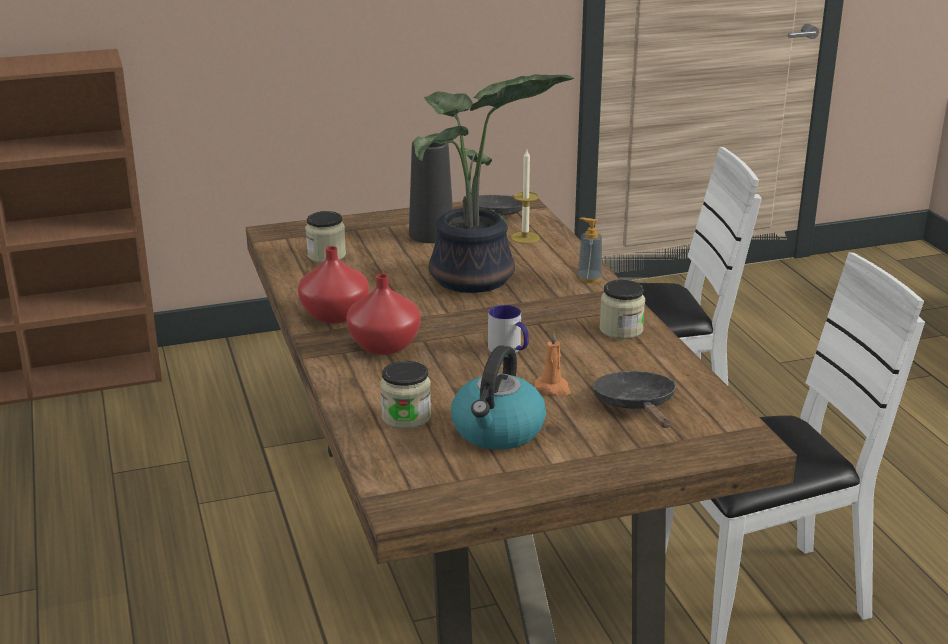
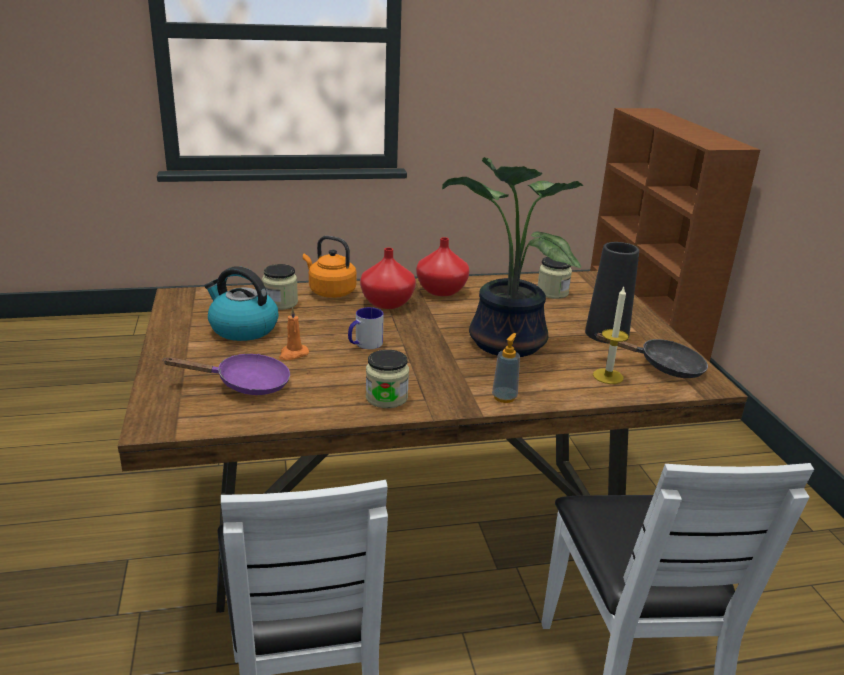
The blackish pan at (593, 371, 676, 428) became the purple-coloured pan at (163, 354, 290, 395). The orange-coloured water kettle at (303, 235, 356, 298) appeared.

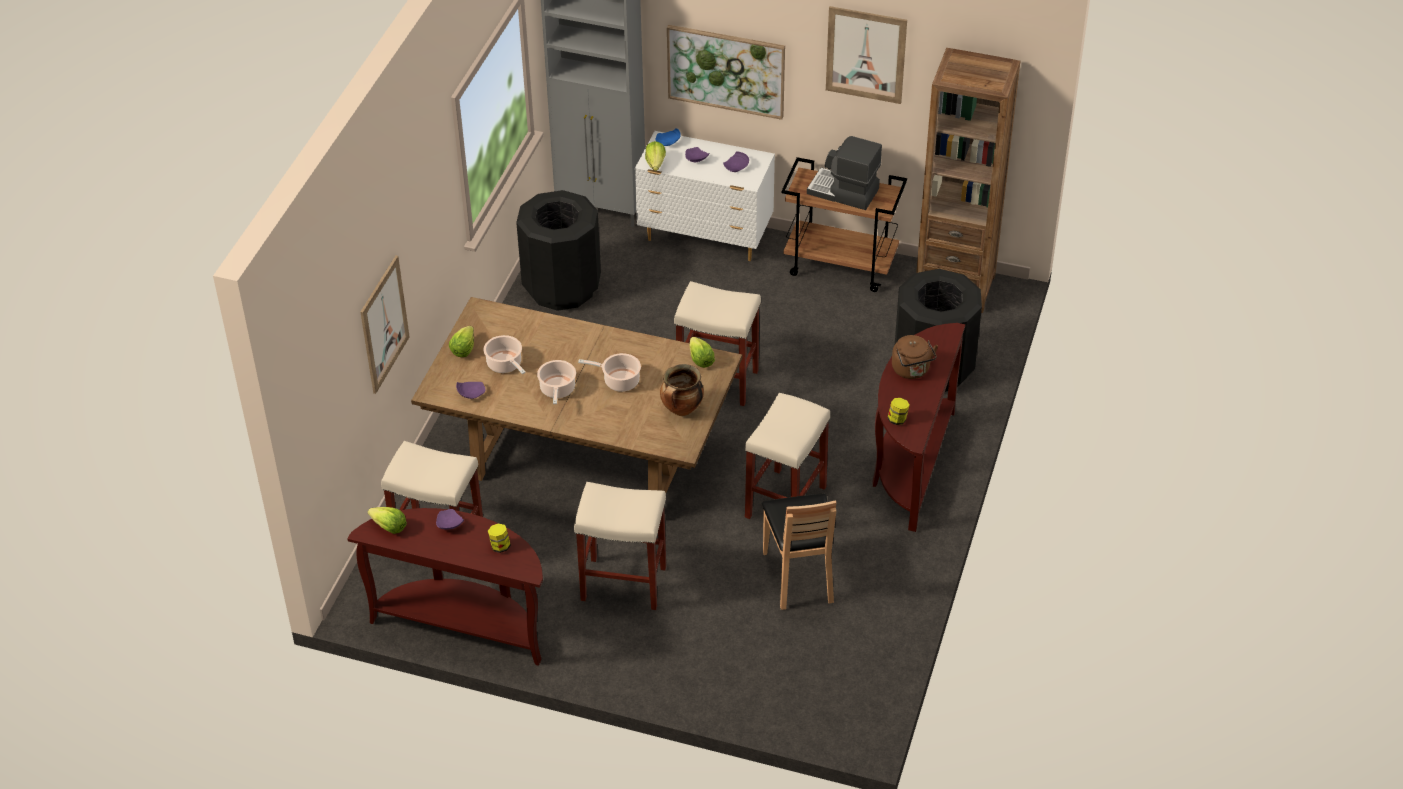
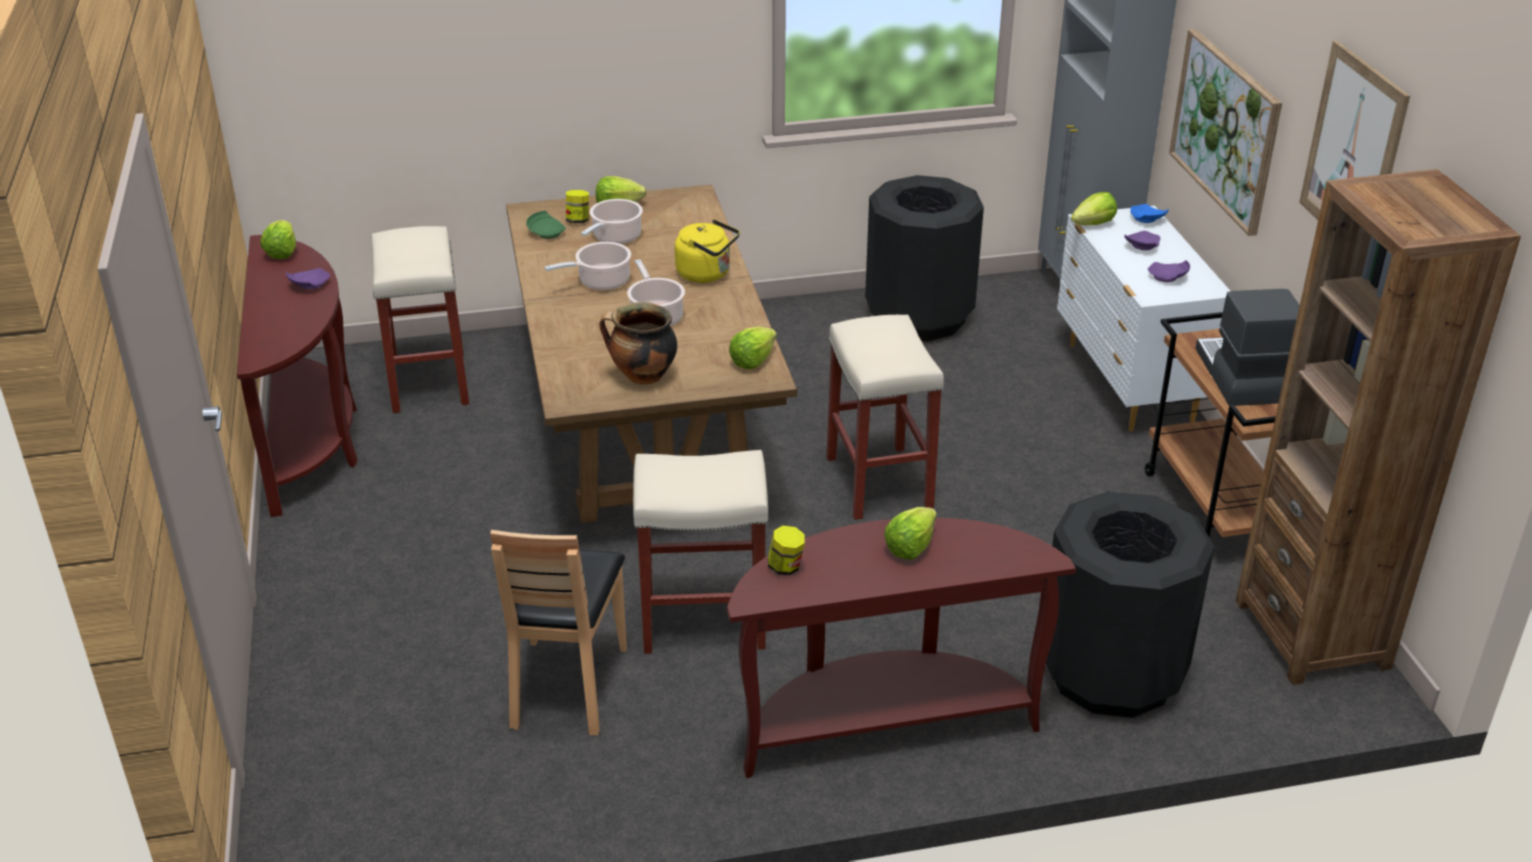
The wall art at (360, 255, 410, 394) disappeared. The purple-coloured plate at (456, 382, 486, 399) became the green plate at (526, 211, 566, 239). The preserve jar moved from (488, 524, 511, 553) to (566, 190, 589, 223). The beige-coloured stool at (574, 482, 666, 610) disappeared. The brownish chair at (762, 494, 836, 610) turned 45 degrees counterclockwise. The brownish water kettle at (892, 335, 938, 379) was replaced by the lettuce at (884, 507, 937, 560). The yellow water kettle at (675, 219, 740, 283) appeared.

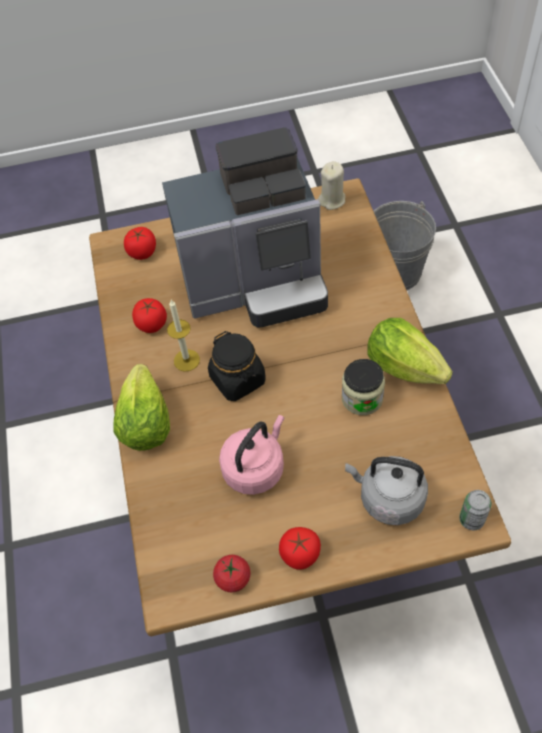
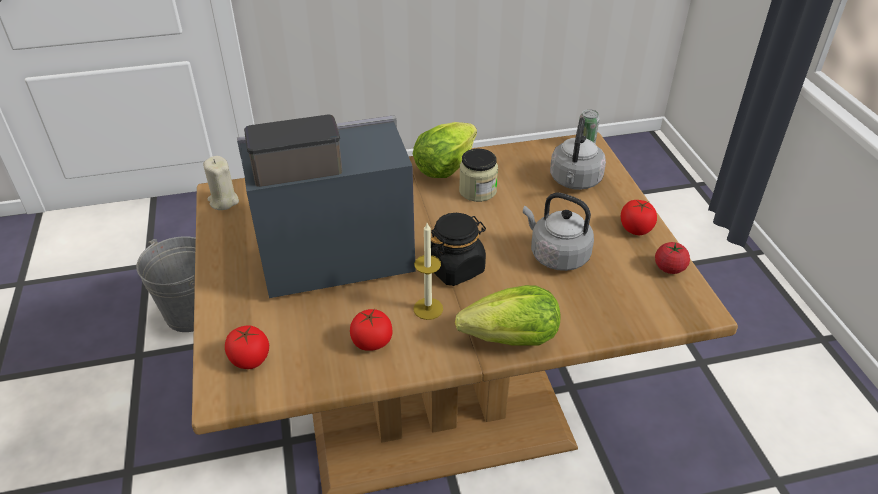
The coffee machine at (162, 127, 328, 327) turned 90 degrees counterclockwise. The pinkish water kettle at (219, 415, 285, 495) became the grey water kettle at (523, 193, 594, 271).

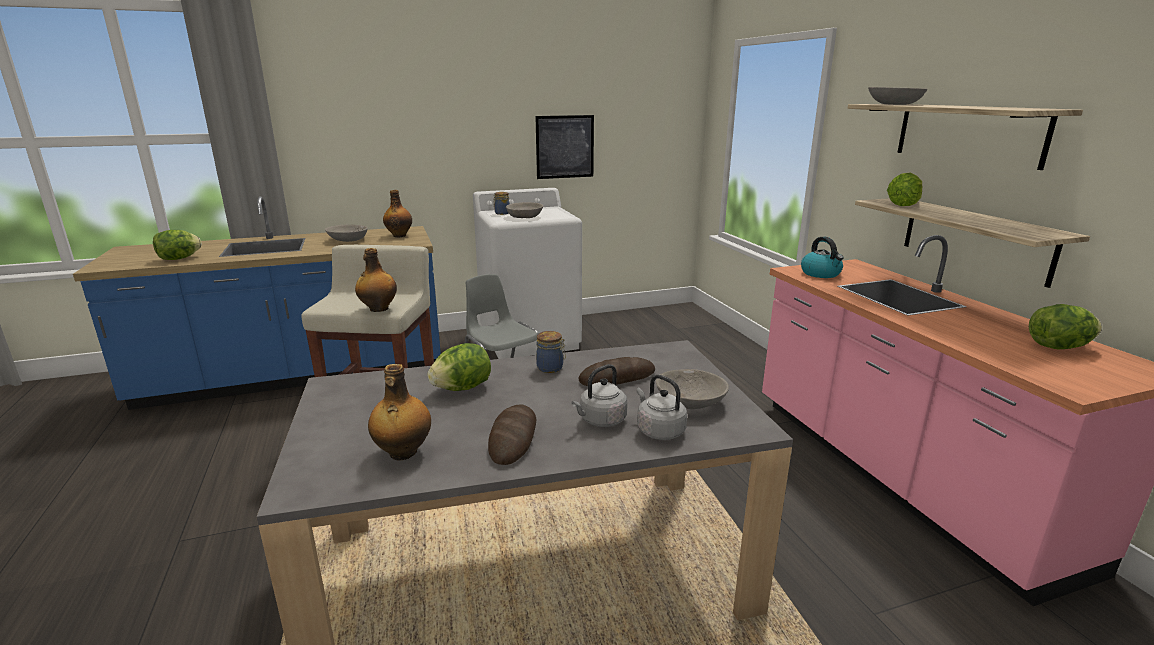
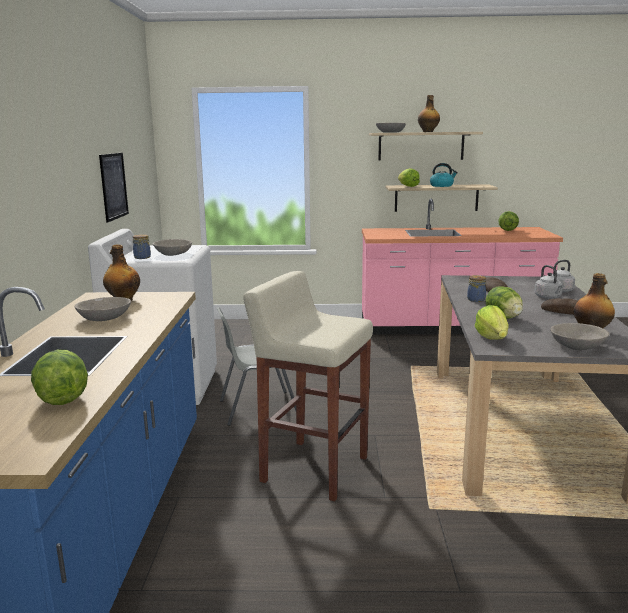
The bottle moved from (355, 248, 397, 312) to (418, 95, 440, 132). The grey deep dish moved from (656, 369, 729, 409) to (550, 323, 609, 350). The water kettle moved from (801, 237, 844, 278) to (430, 163, 458, 187). The lettuce at (475, 305, 509, 340) appeared.

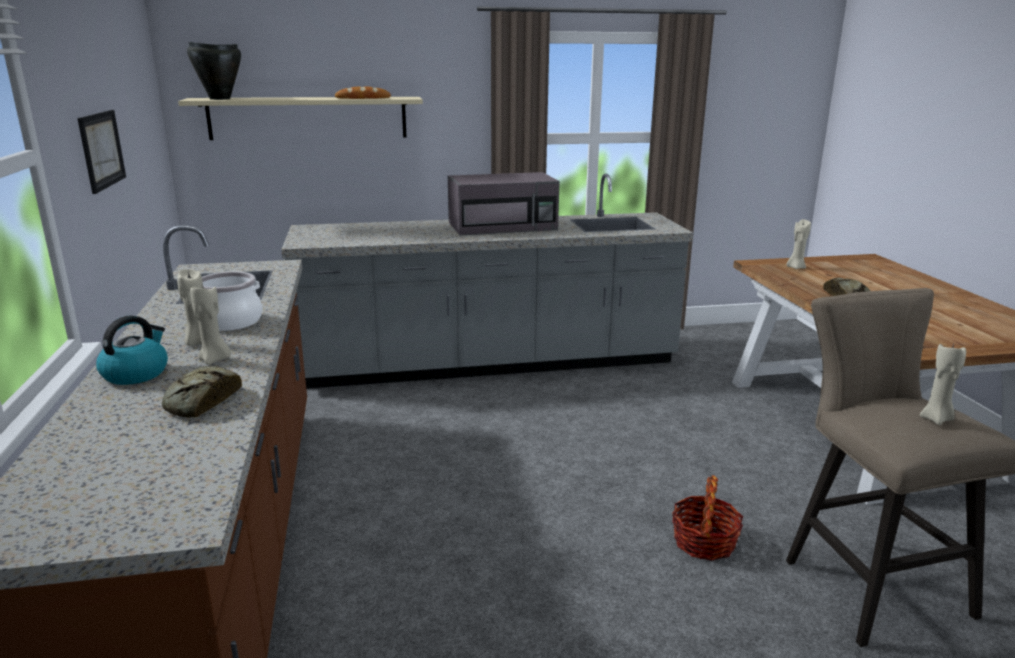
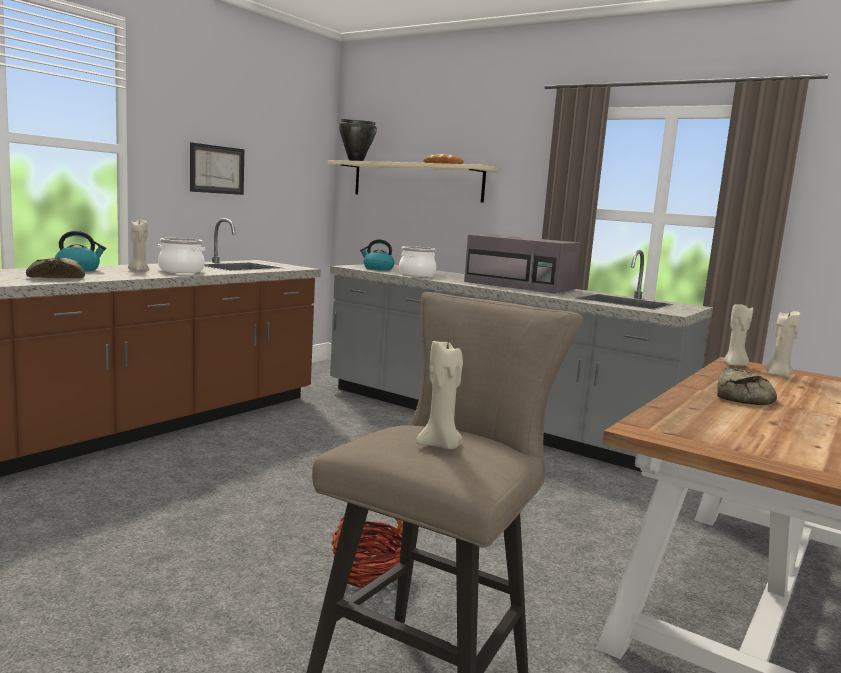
The beige-coloured wax candle moved from (190, 283, 231, 365) to (723, 304, 753, 366). The water kettle at (360, 239, 395, 271) appeared. The cooking pot at (399, 246, 436, 276) appeared.

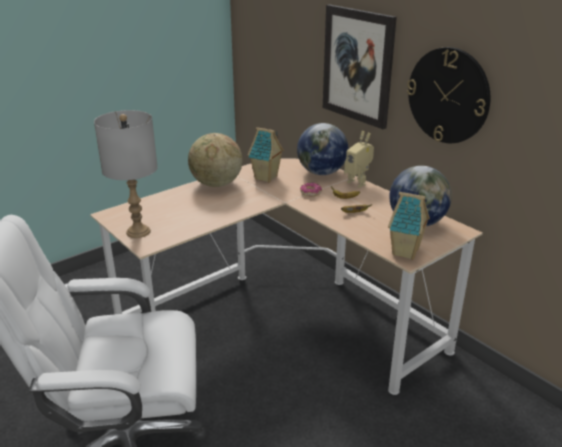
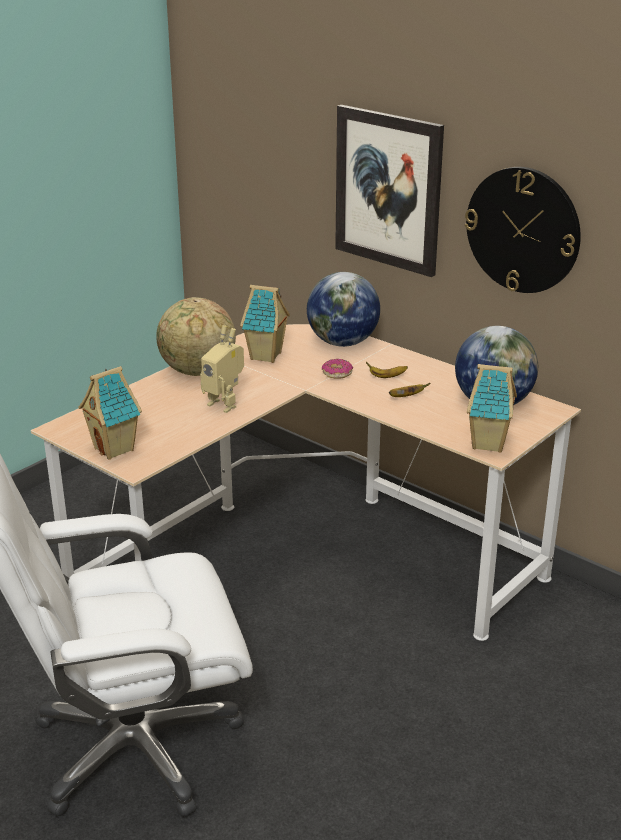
The grey lamp for a table at (94, 110, 158, 238) was replaced by the miniature house at (78, 366, 142, 459). The robot figure moved from (344, 131, 374, 188) to (200, 325, 244, 413).

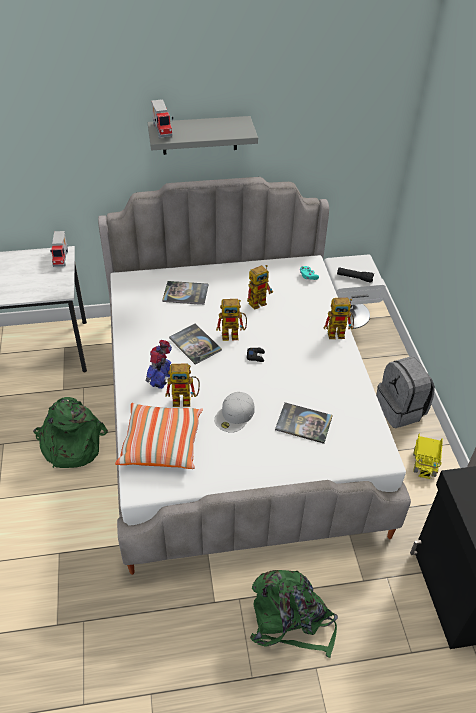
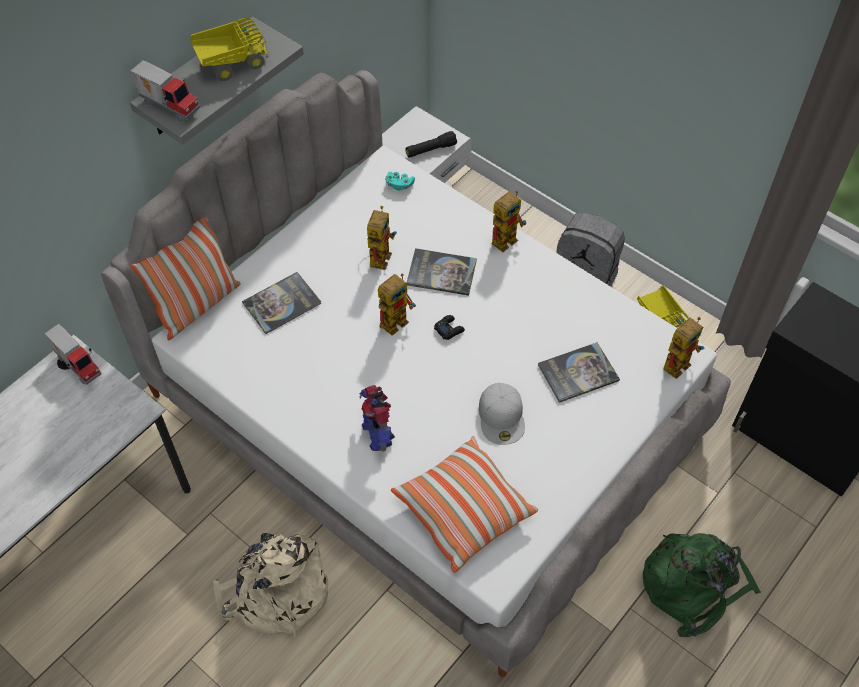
The green rucksack at (33, 397, 108, 468) became the beige-coloured rucksack at (213, 533, 328, 637). The robot figure moved from (165, 363, 200, 407) to (663, 317, 704, 379). The book moved from (169, 323, 222, 365) to (407, 248, 477, 296). The pillow at (130, 217, 241, 340) appeared. The model truck at (190, 18, 268, 81) appeared.

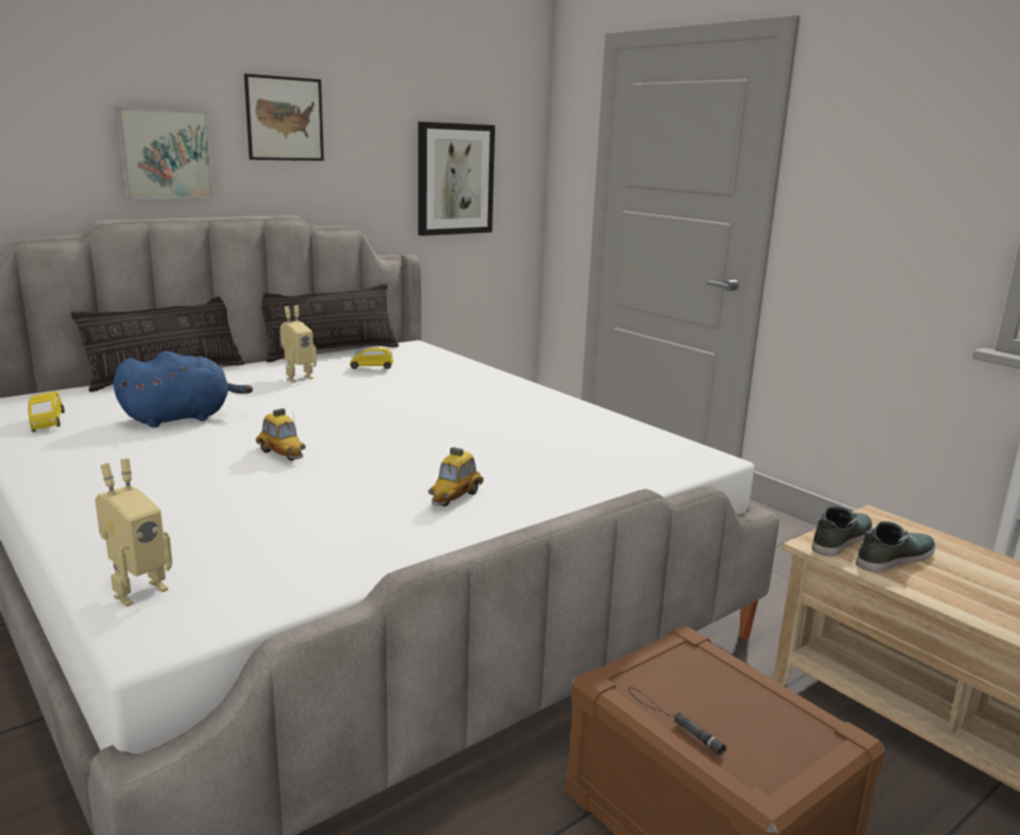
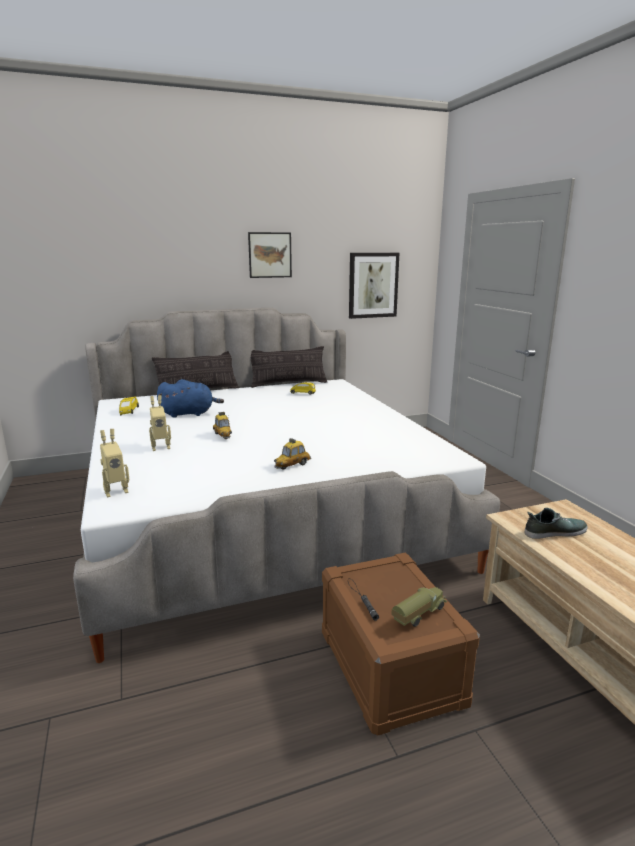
The wall art at (114, 107, 214, 199) disappeared. The robot figure moved from (280, 305, 317, 382) to (149, 395, 171, 451). The item of footwear at (812, 506, 873, 557) disappeared. The model truck at (391, 587, 447, 627) appeared.

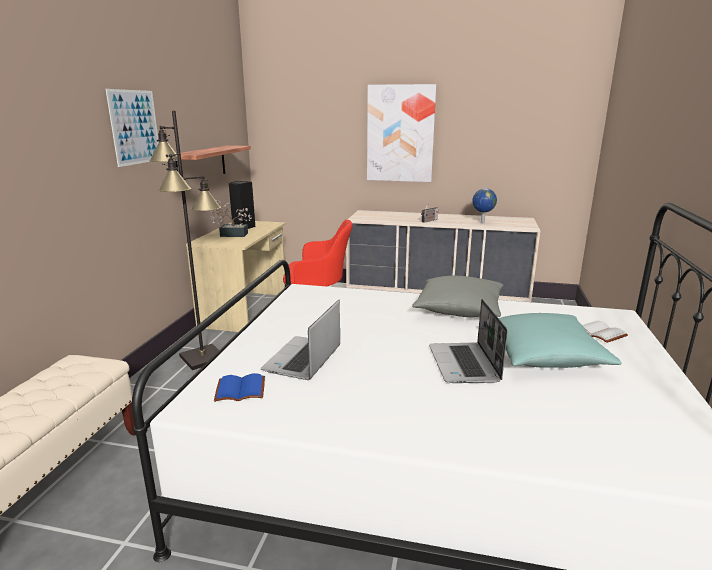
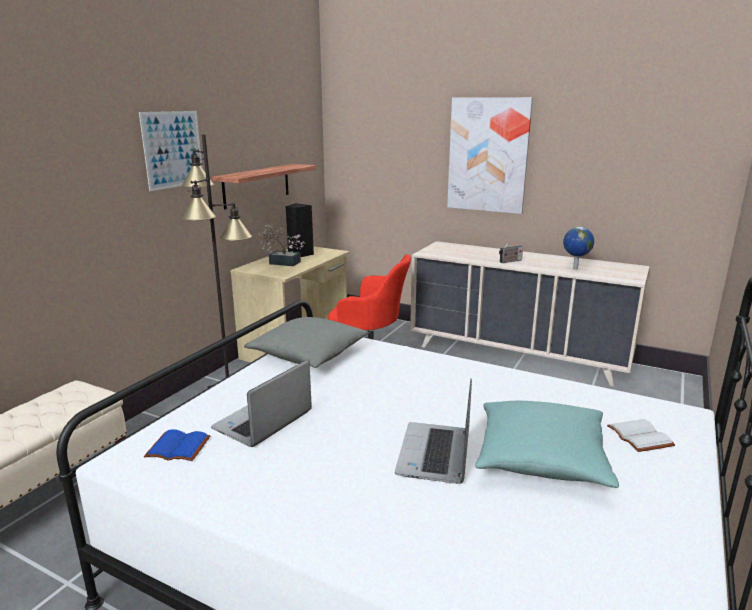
The grey pillow moved from (412, 276, 503, 317) to (244, 317, 370, 368).

